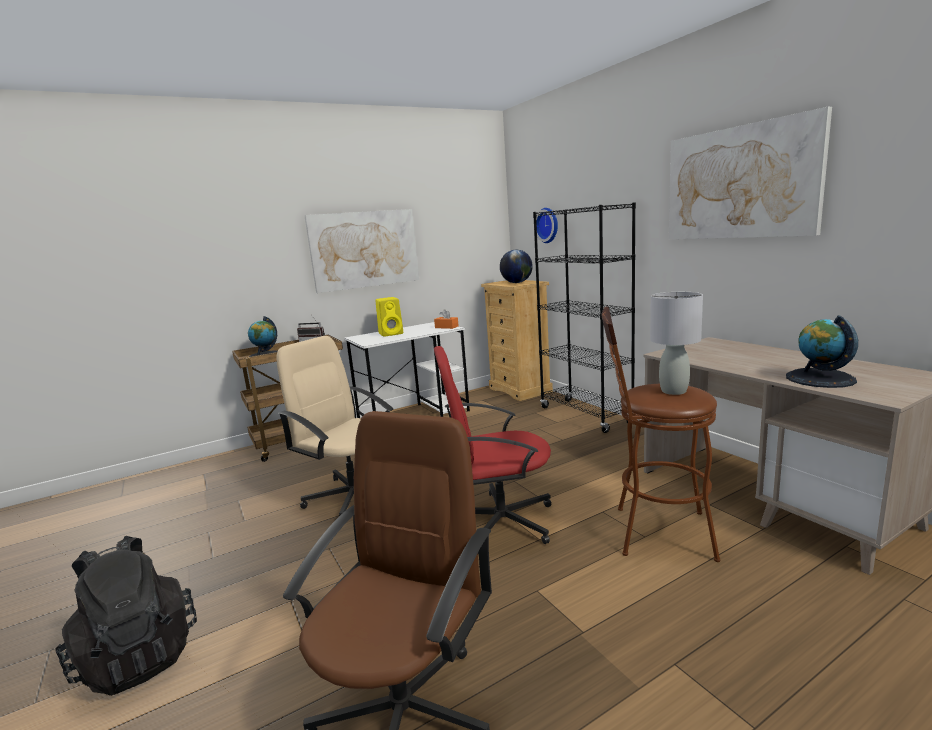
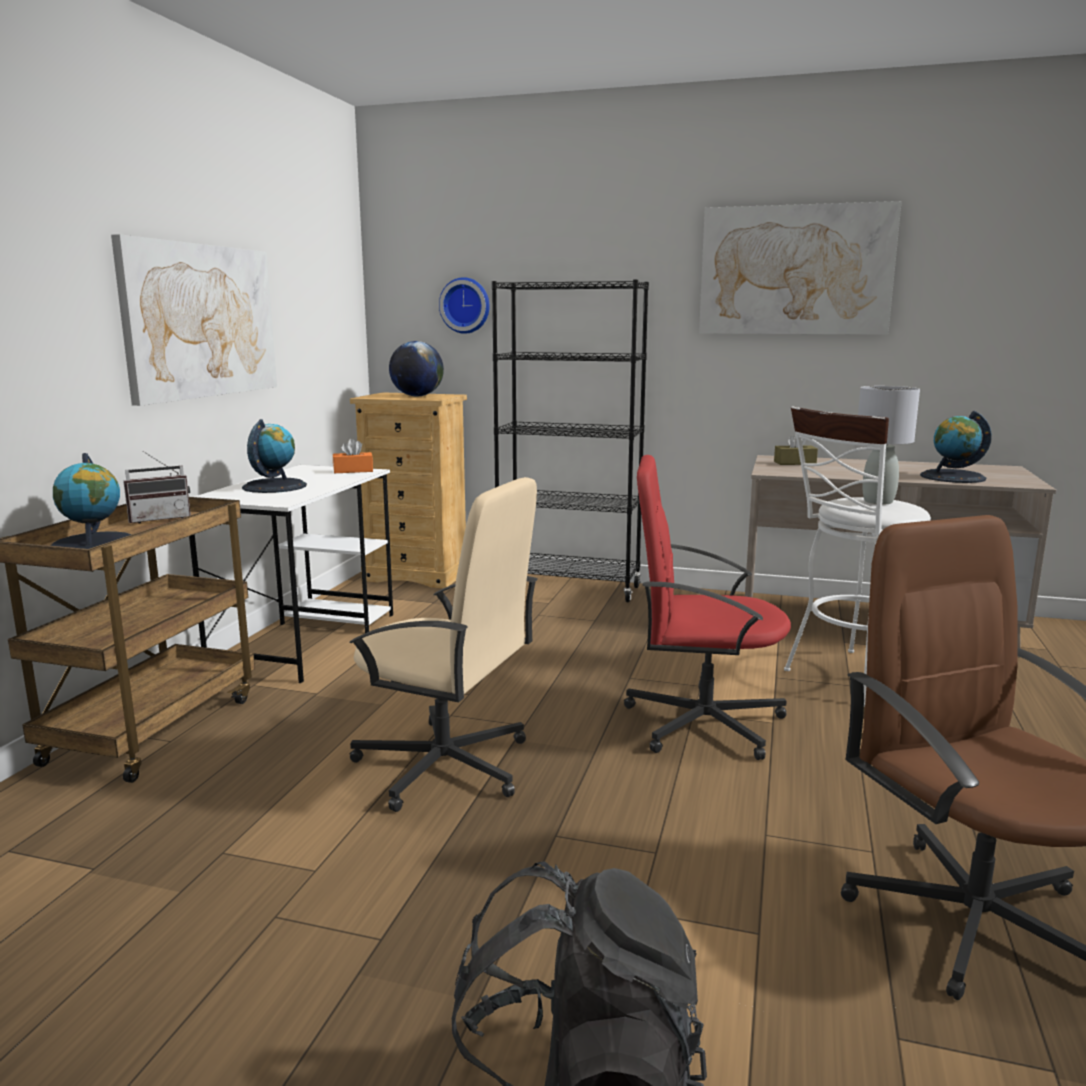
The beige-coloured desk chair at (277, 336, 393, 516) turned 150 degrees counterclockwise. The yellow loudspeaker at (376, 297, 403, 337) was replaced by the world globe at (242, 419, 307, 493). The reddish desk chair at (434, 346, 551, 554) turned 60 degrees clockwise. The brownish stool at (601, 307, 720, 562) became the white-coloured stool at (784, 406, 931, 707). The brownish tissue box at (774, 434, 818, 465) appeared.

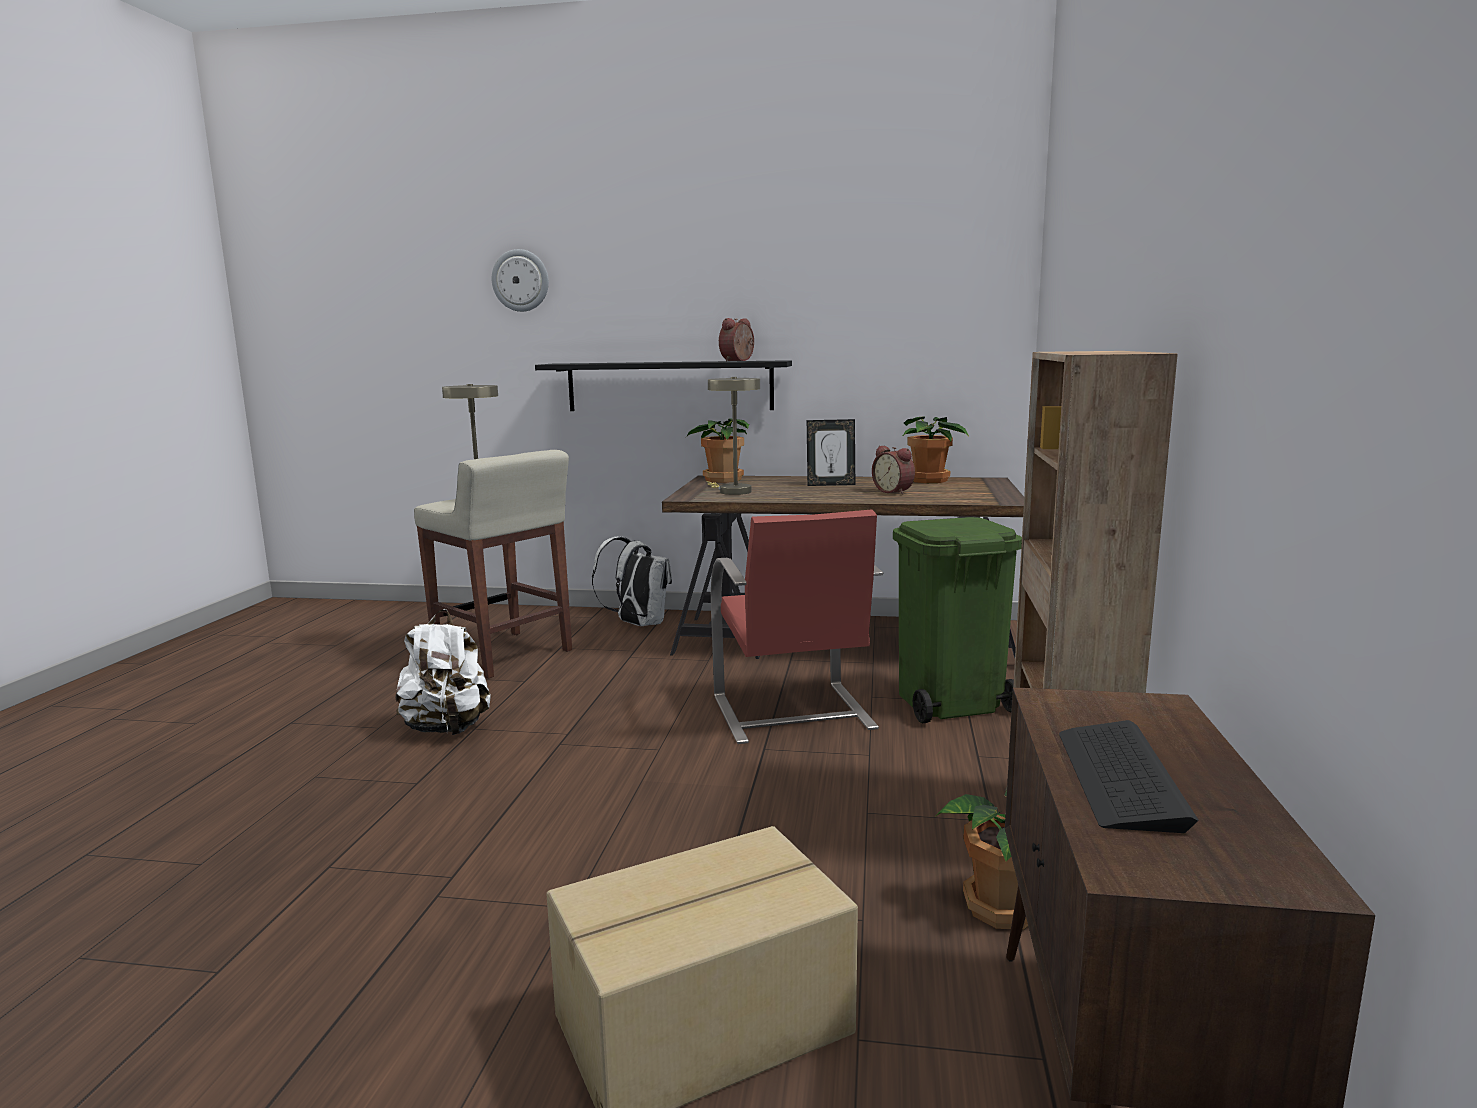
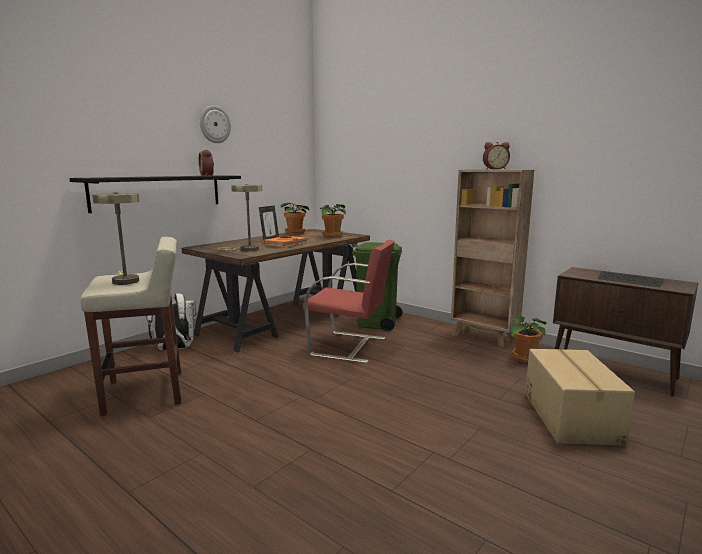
The white-coloured rucksack at (395, 609, 491, 735) disappeared. The clock on the wall moved from (492, 249, 549, 312) to (200, 105, 231, 143). The plant in a pot moved from (686, 418, 749, 483) to (320, 204, 346, 238). The table clock moved from (872, 445, 915, 495) to (483, 142, 510, 169). The orange-coloured book at (263, 236, 308, 248) appeared.

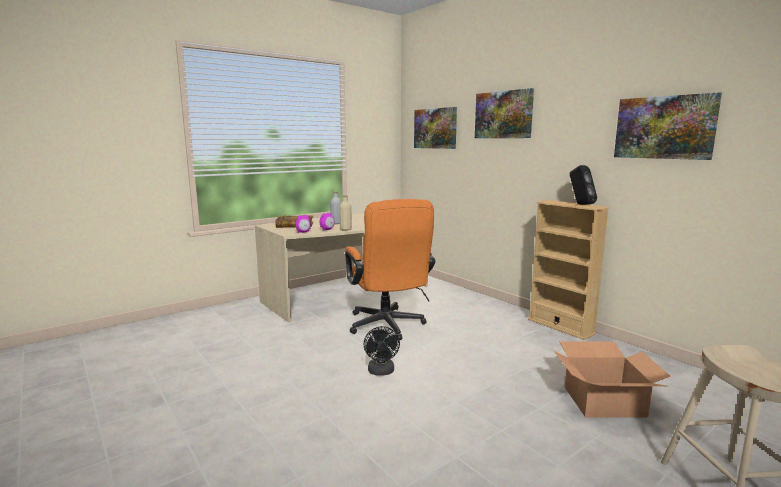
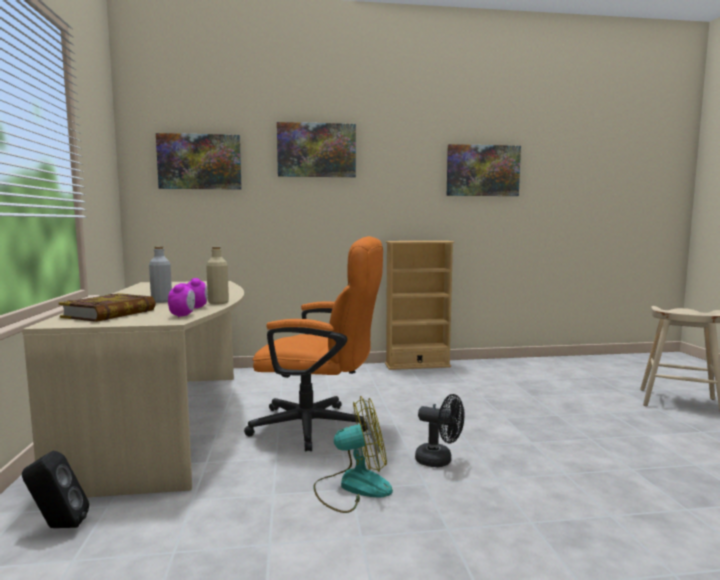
The carton at (553, 341, 671, 418) disappeared. The blackish loudspeaker moved from (570, 165, 597, 205) to (22, 451, 89, 528). The cooling fan at (313, 396, 393, 513) appeared.

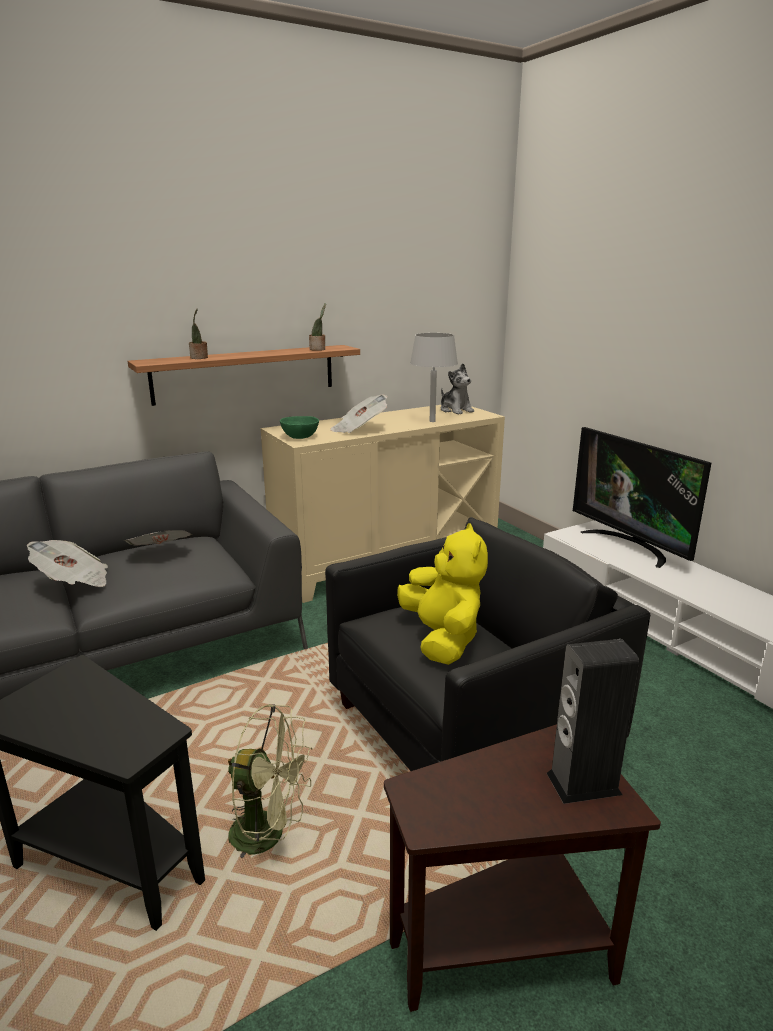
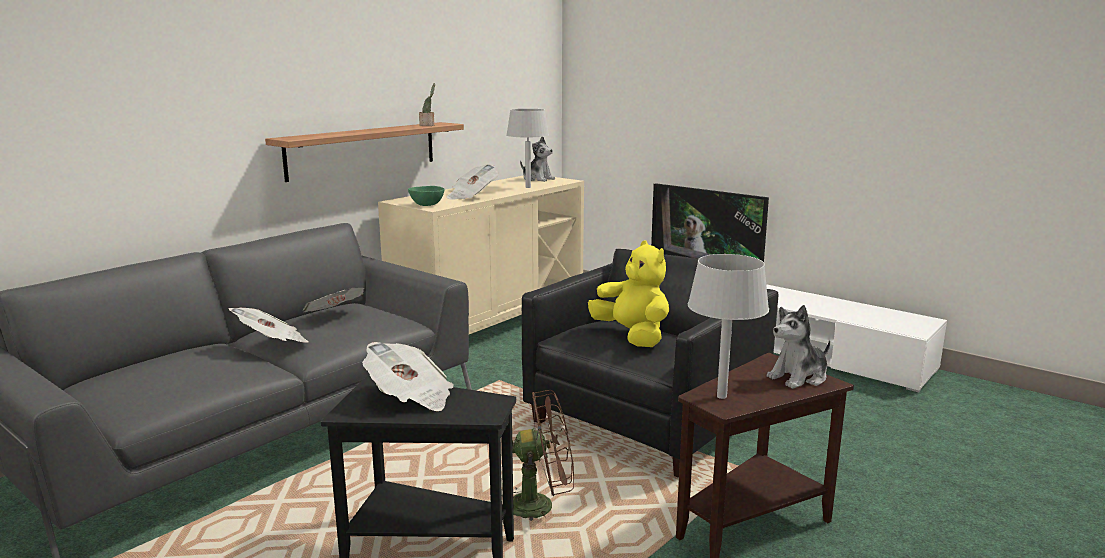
The plant in a pot at (189, 309, 208, 359) disappeared. The green cooling fan at (228, 704, 312, 858) became the brownish cooling fan at (502, 390, 574, 521). The loudspeaker at (547, 639, 639, 804) was replaced by the plush toy at (767, 305, 830, 389). The daily paper at (362, 342, 453, 411) appeared. The grey lamp for a table at (688, 254, 769, 399) appeared.

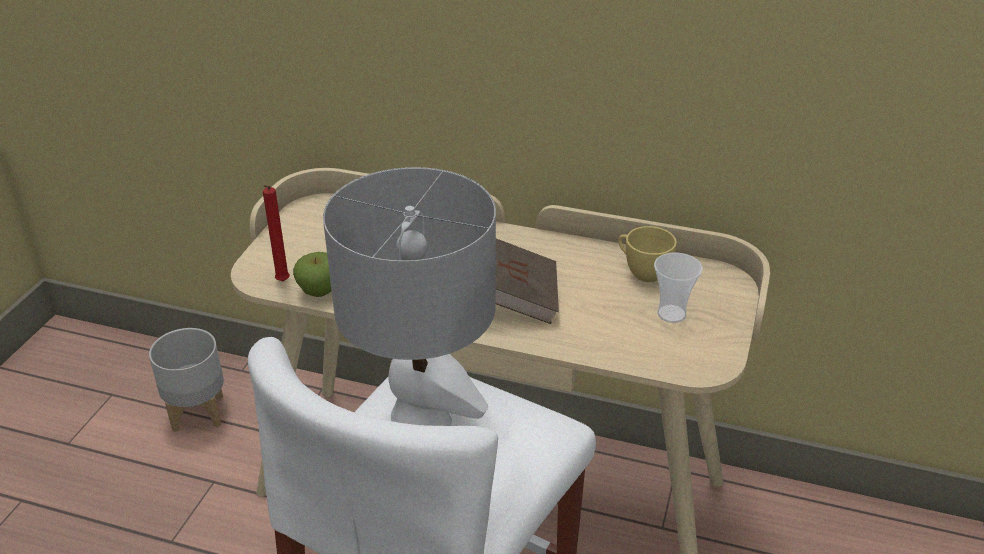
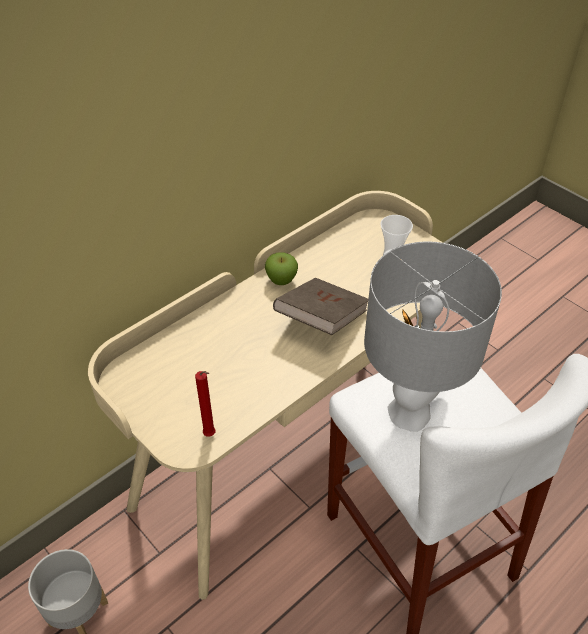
The apple moved from (293, 252, 331, 297) to (265, 252, 298, 285). The yellow small cup at (618, 226, 677, 282) disappeared.

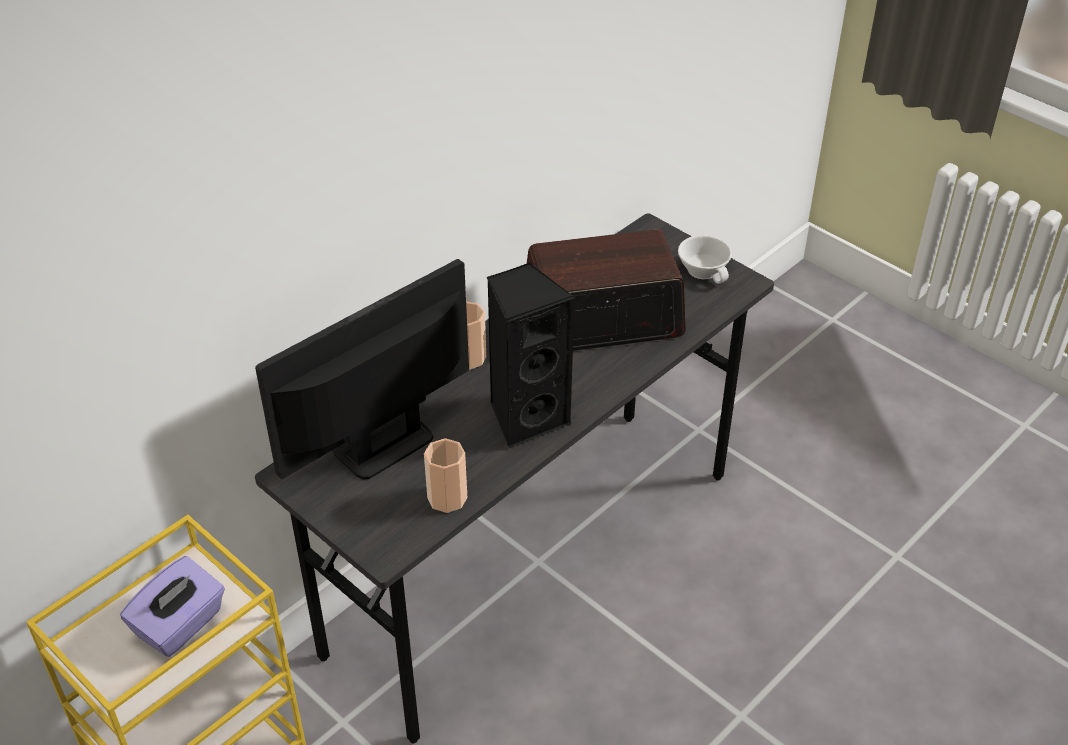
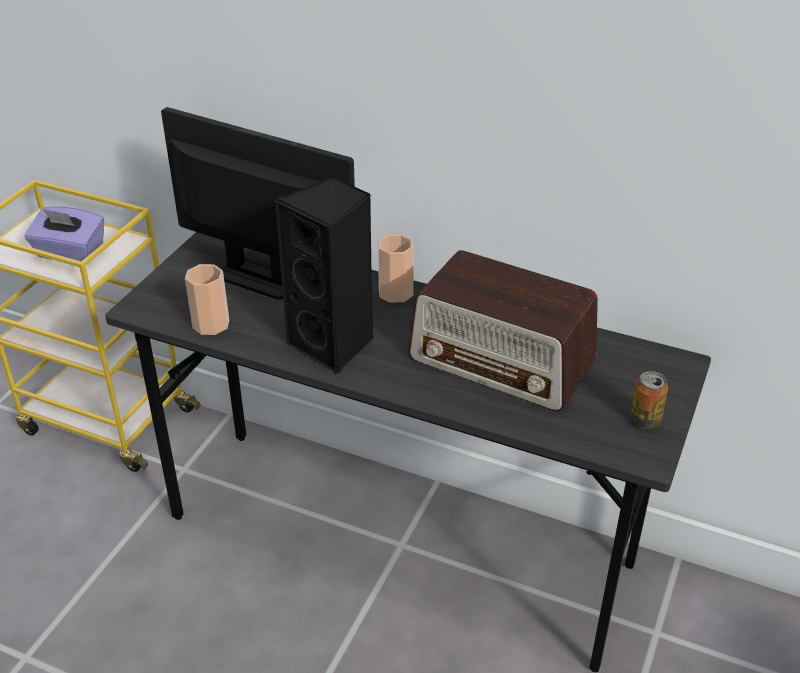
The radio receiver at (527, 229, 686, 351) turned 150 degrees clockwise. The white-coloured small cup at (678, 235, 732, 284) was replaced by the can at (630, 371, 668, 429).

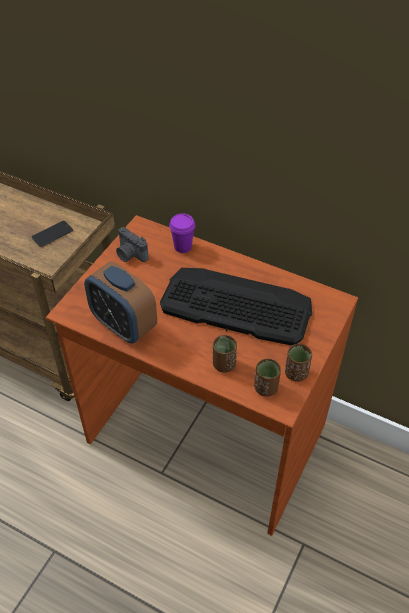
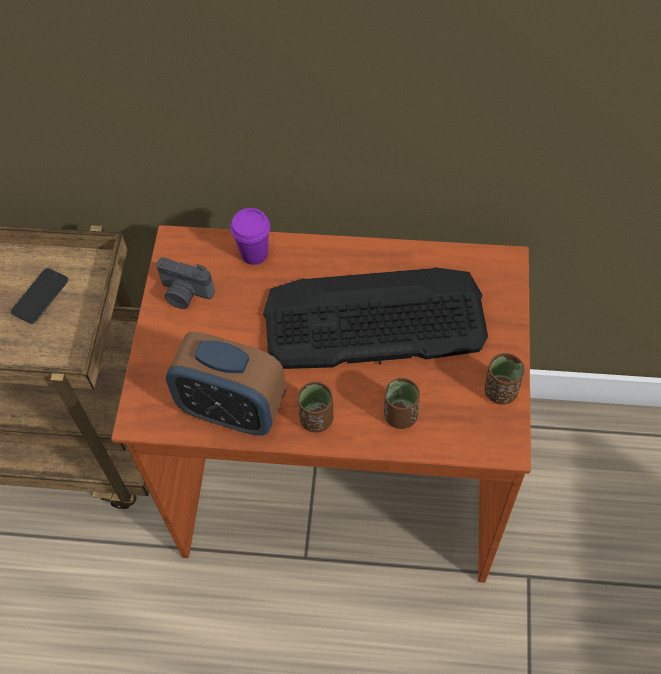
The brownish small cup moved from (254, 358, 281, 397) to (297, 382, 333, 432).

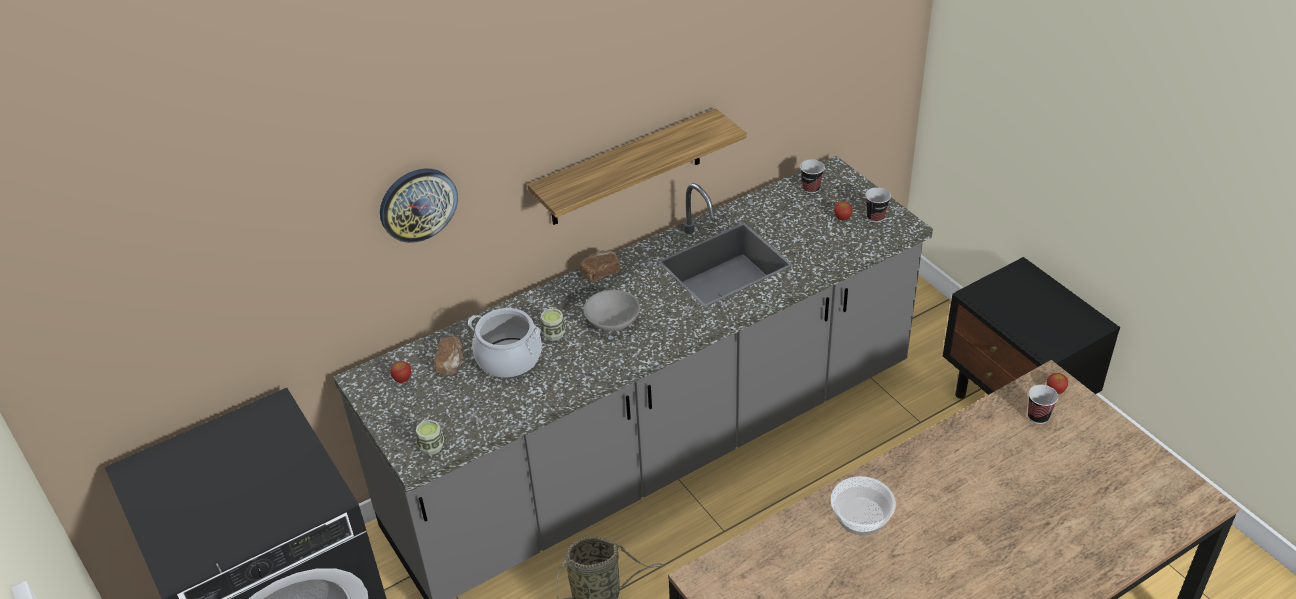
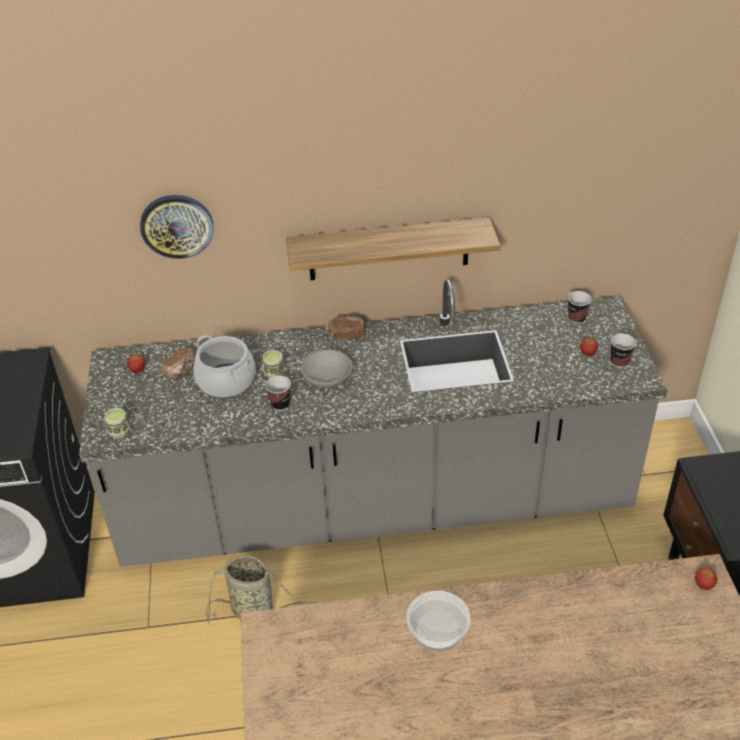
The small cup moved from (1028, 385, 1058, 424) to (265, 376, 291, 411).

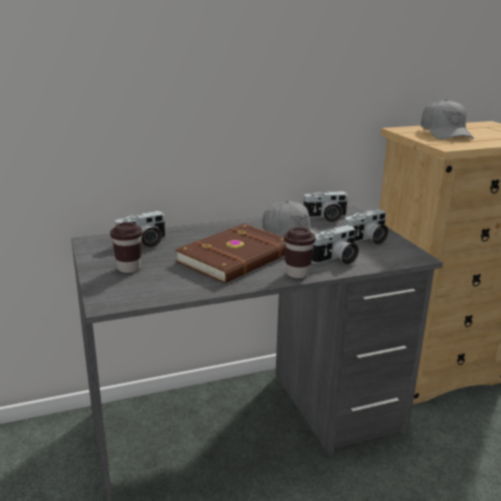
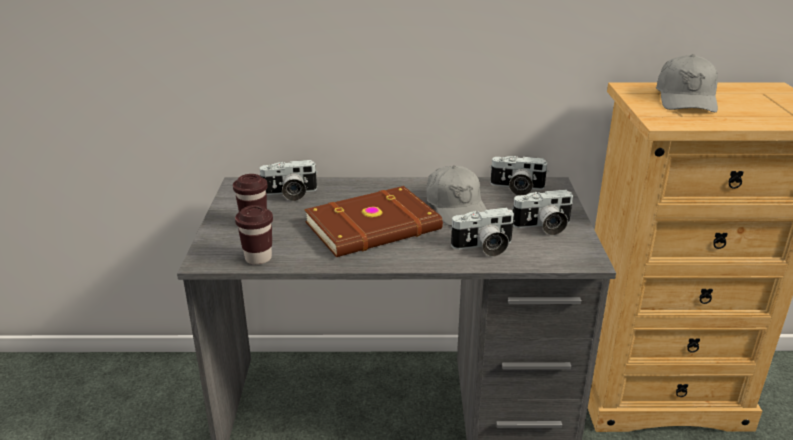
The brownish small cup moved from (284, 227, 316, 278) to (235, 205, 273, 265).

